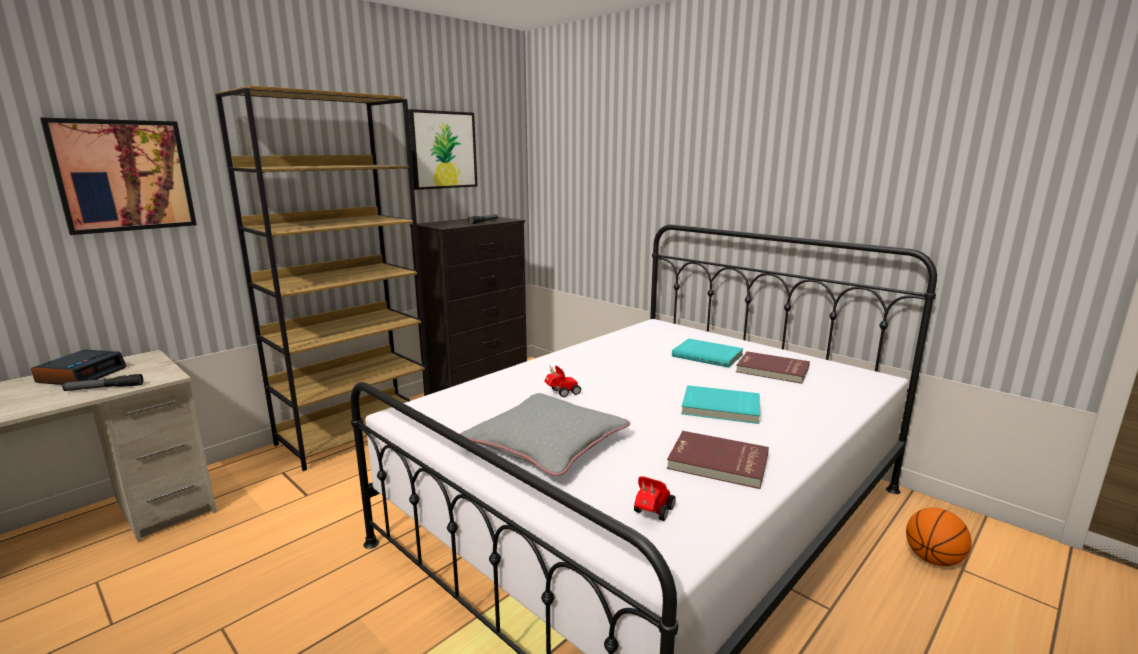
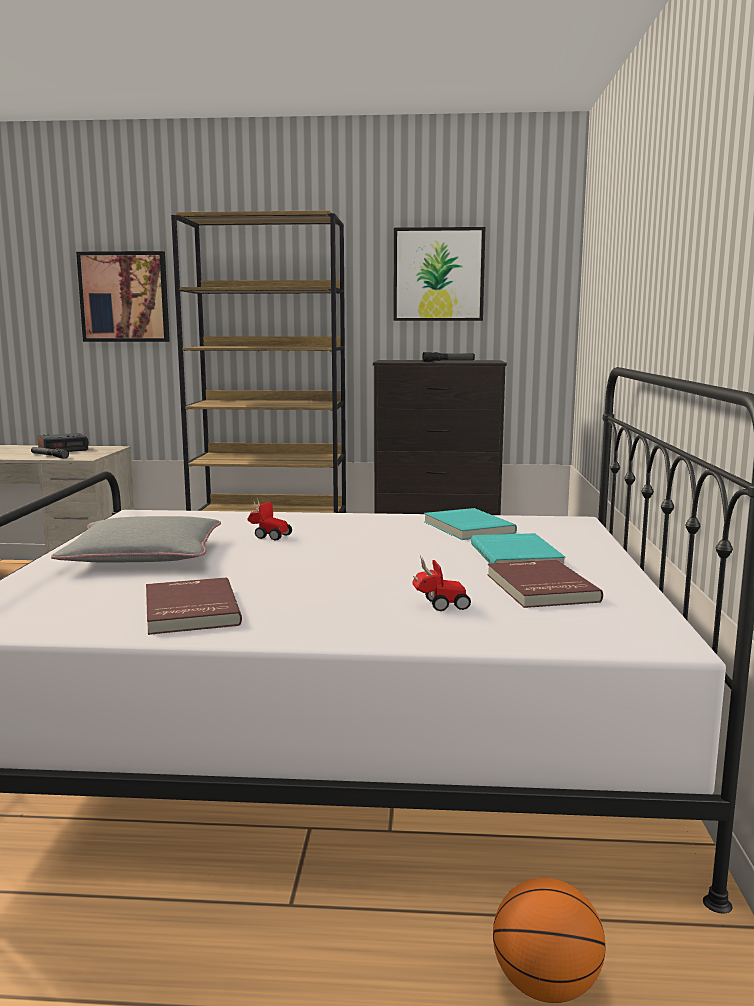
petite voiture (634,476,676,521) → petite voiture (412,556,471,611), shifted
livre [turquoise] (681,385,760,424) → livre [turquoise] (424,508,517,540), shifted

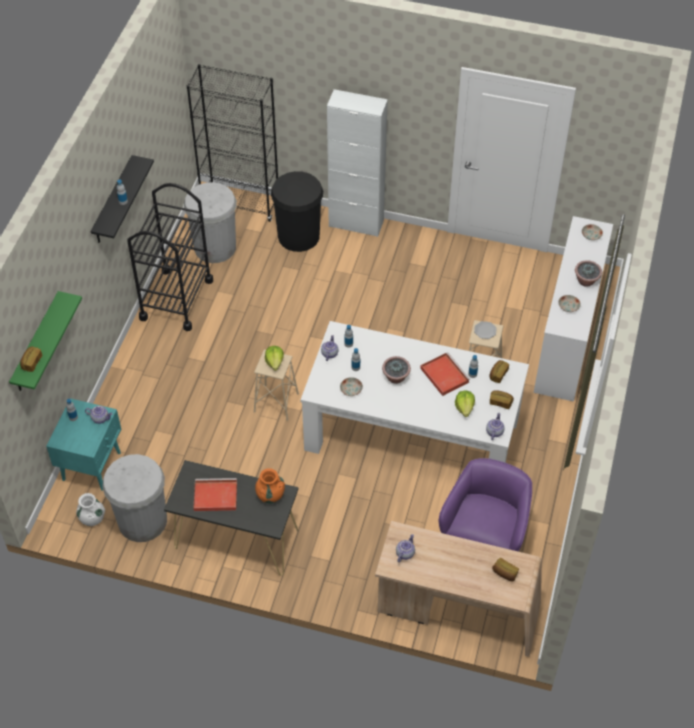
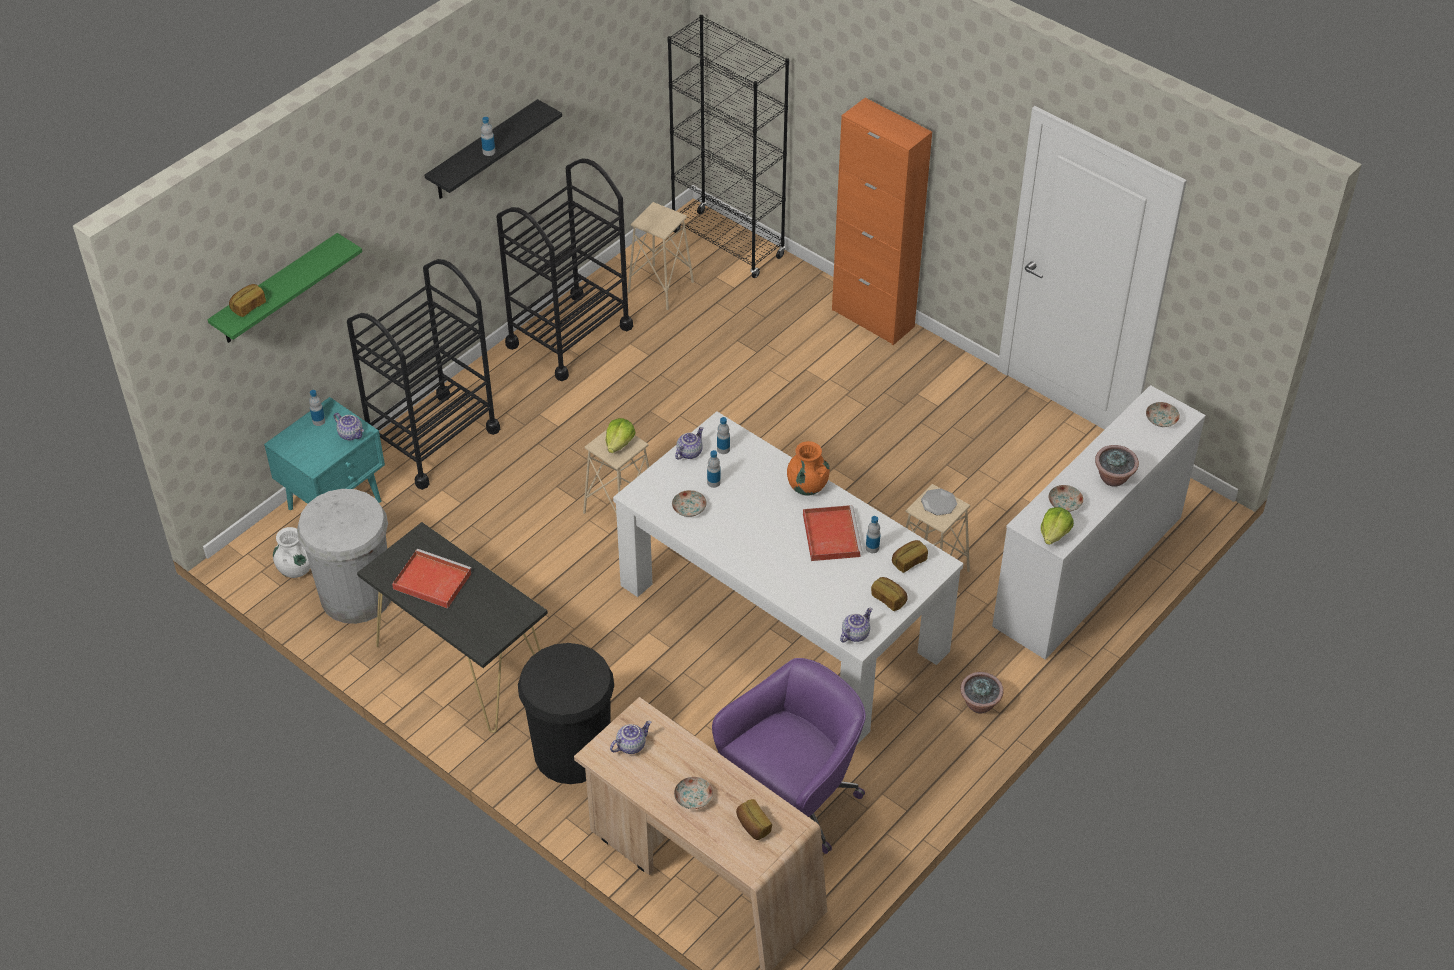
- → chariot [noir] (347,259,500,490)
poubelle [noir] (271,171,323,252) → poubelle [noir] (518,643,614,784), shifted
poubelle [blanc] (184,182,237,263) → tabouret [beige] (628,202,694,310)
- → assiette (674,777,713,809)
vase [orange] (255,468,285,504) → vase [orange] (787,441,830,496), shifted
meuble de rangement [blanc] (327,89,388,237) → meuble de rangement [orange] (832,98,932,345)
plante en pot (382,356,411,384) → plante en pot (960,672,1004,713), shifted
laitue (455,390,475,417) → laitue (1041,507,1074,545), shifted

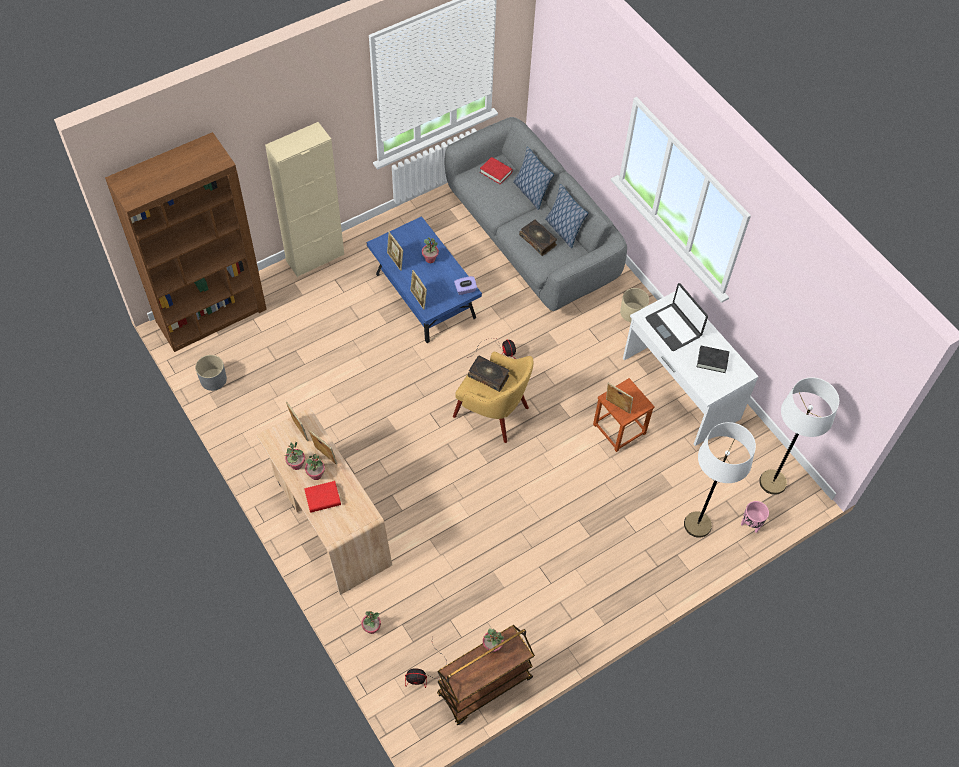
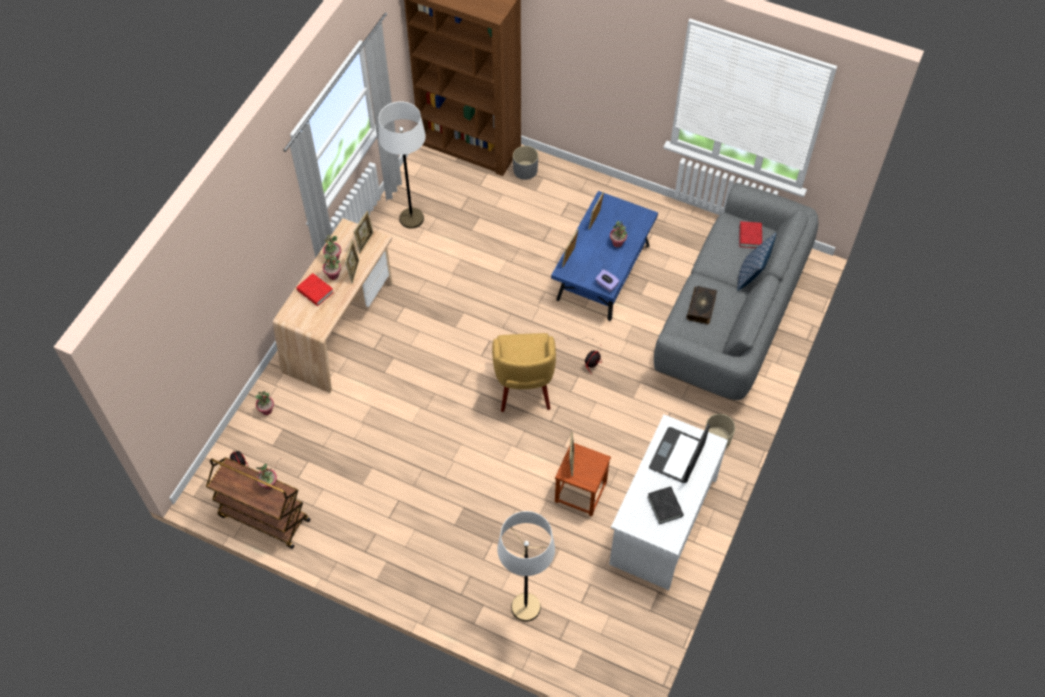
lampadaire [blanc] (759,377,839,495) → lampadaire [blanc] (378,101,426,229), shifted
cache-pot [gris] (195,355,227,391) → cache-pot [gris] (513,146,538,180), shifted
meuble de rangement [beige] (265,122,344,277) → -
livre (468,356,509,392) → -
coussin (545,184,588,248) → -
cache-pot [rose] (741,501,769,533) → -

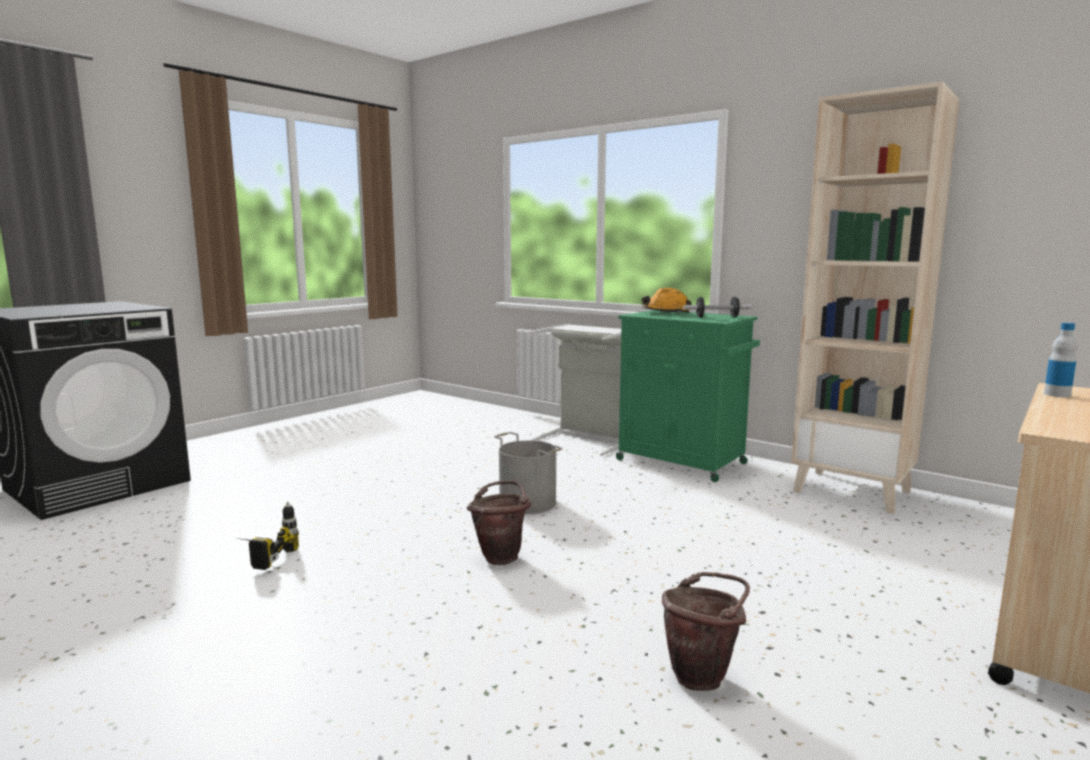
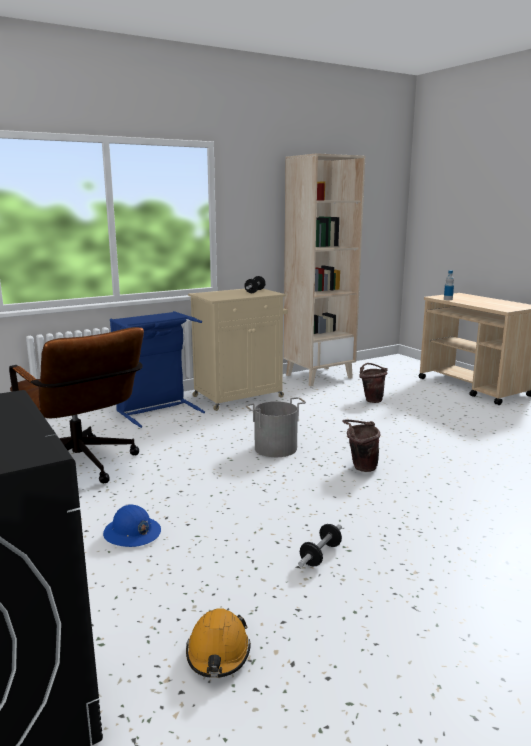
- → chaise de bureau [marron] (9,327,144,483)
- → casque de chantier [bleu] (103,504,161,547)
panier à linge [gris] (530,324,621,456) → panier à linge [bleu] (110,311,205,428)
casque de chantier [orange] (642,288,692,313) → casque de chantier [orange] (186,608,251,678), shifted
meuble de rangement [vert] (616,310,760,482) → meuble de rangement [beige] (188,289,288,411)
perceuse (236,501,299,570) → haltère (298,524,342,567)
seau [marron] (662,572,750,691) → seau [marron] (359,363,388,403), shifted

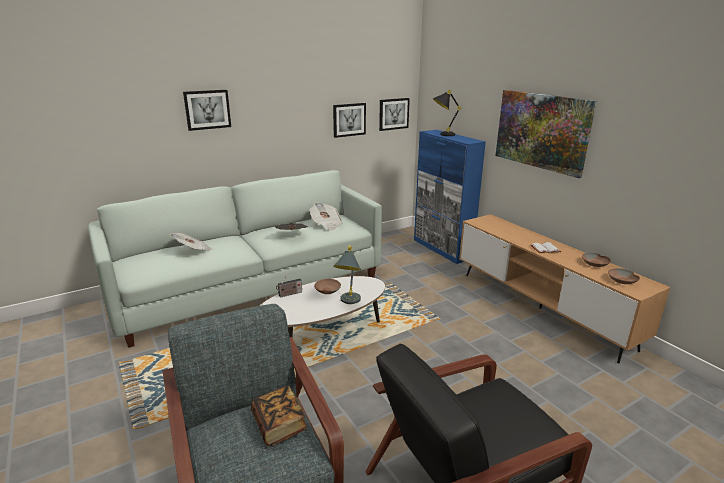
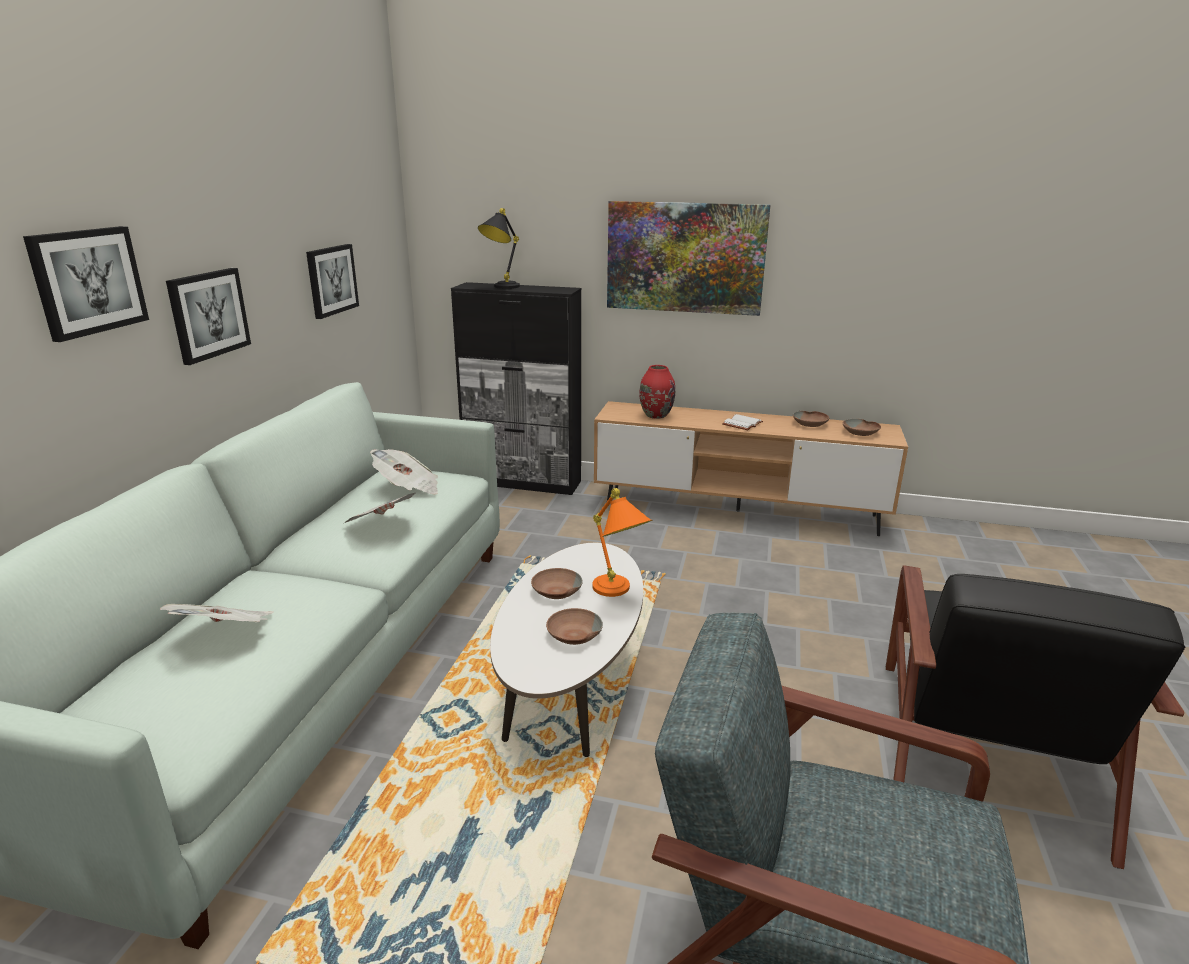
tableau (379,98,410,131) → tableau (166,268,251,365), shifted
meuble de rangement [bleu] (414,130,486,264) → meuble de rangement [noir] (451,282,581,495)
- → bol [marron] (546,608,603,645)
lampe de table [gris] (333,246,361,304) → lampe de table [orange] (592,488,652,597)
- → vase [rouge] (639,365,675,419)
livre (251,386,307,447) → -
radio (276,277,302,298) → -

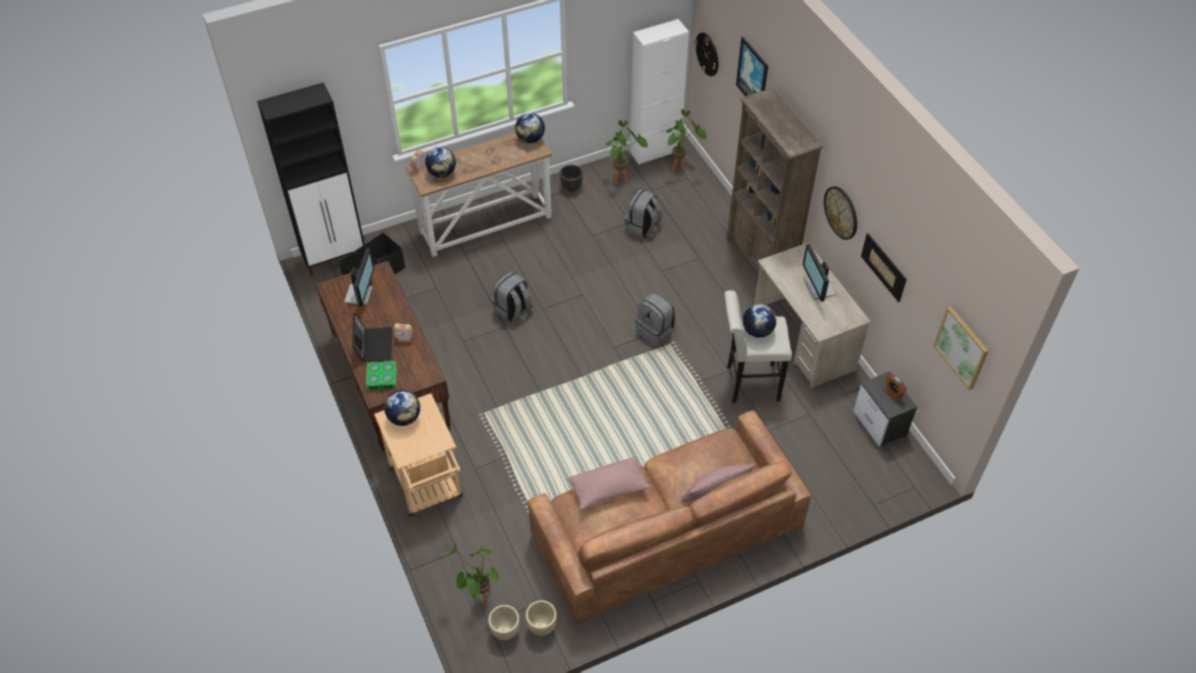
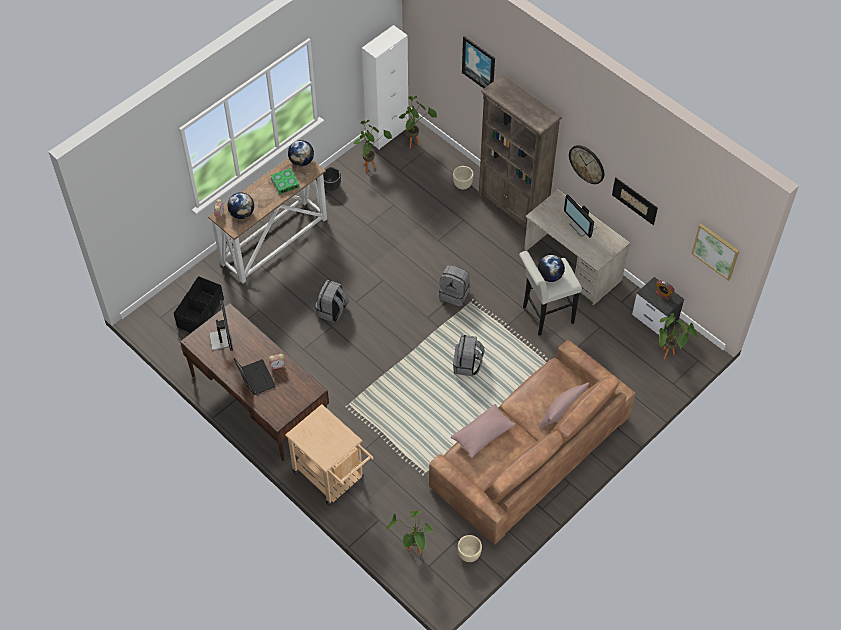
livre (366,361,397,391) → livre (271,168,300,195), shifted
cache-pot [beige] (488,605,520,640) → cache-pot [beige] (453,166,473,190), shifted
sac à dos [gris] (625,189,662,238) → sac à dos [gris] (453,335,485,376), shifted
- → plante en pot (659,313,697,359)
meuble de rangement [noir] (257,82,365,275) → -
globe (384,390,420,426) → -
horloge murale (694,32,718,76) → -

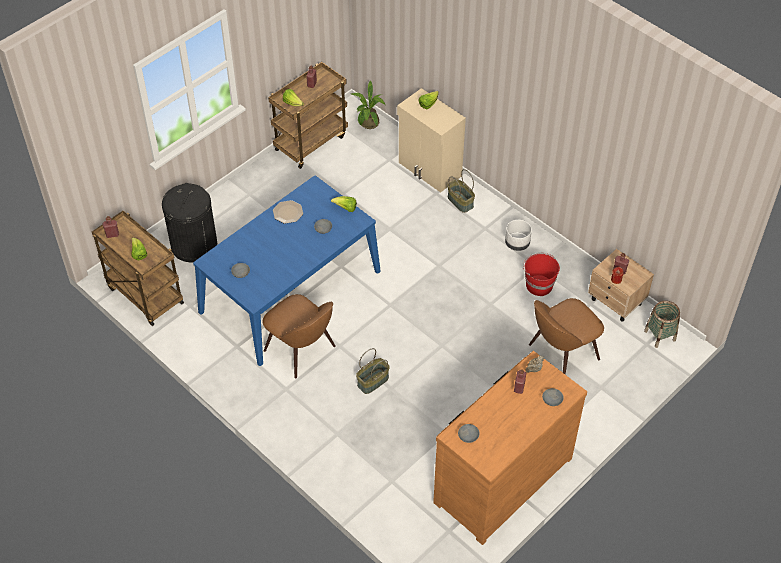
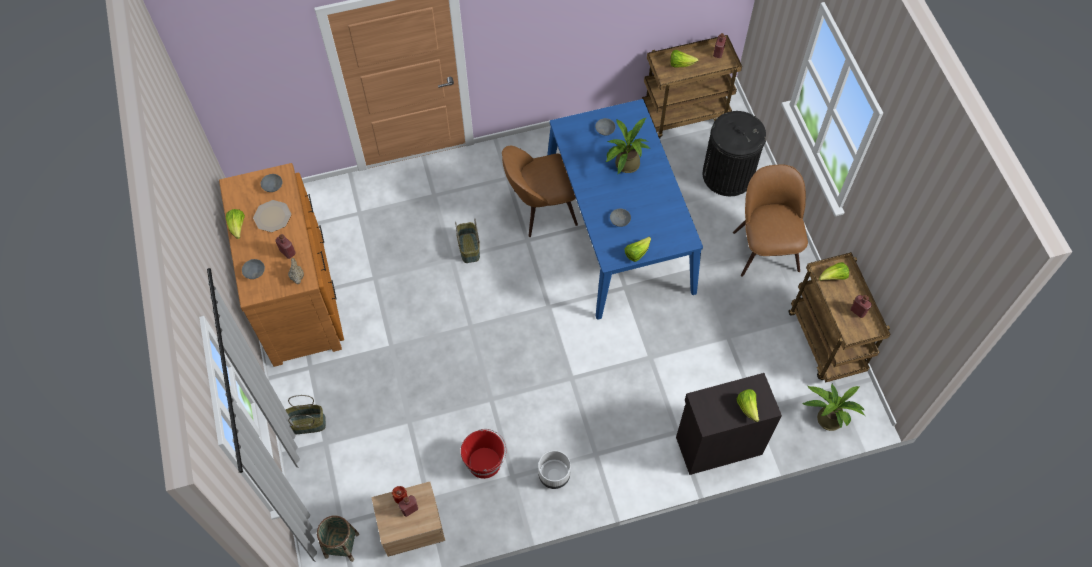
- → laitue (226,209,245,239)
assiette (273,200,303,224) → assiette (253,200,291,232), shifted
panier (447,169,475,213) → panier (286,395,326,434), shifted
- → plante en pot (606,118,650,174)
meuble de rangement [beige] (397,88,466,193) → meuble de rangement [noir] (676,373,782,475)
chaise [marron] (529,298,604,374) → chaise [marron] (733,165,808,277), shifted

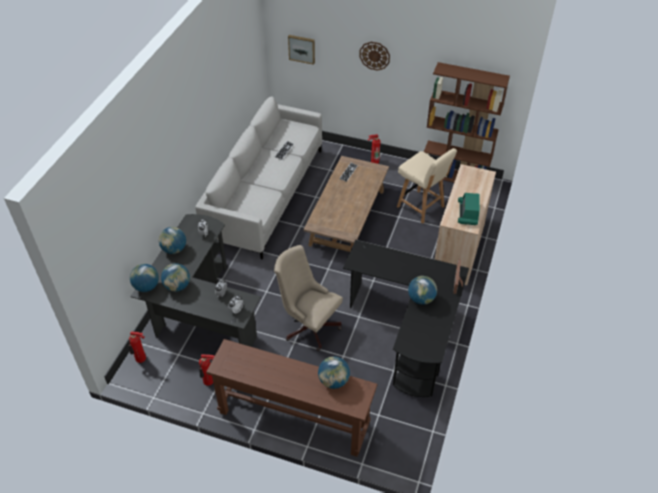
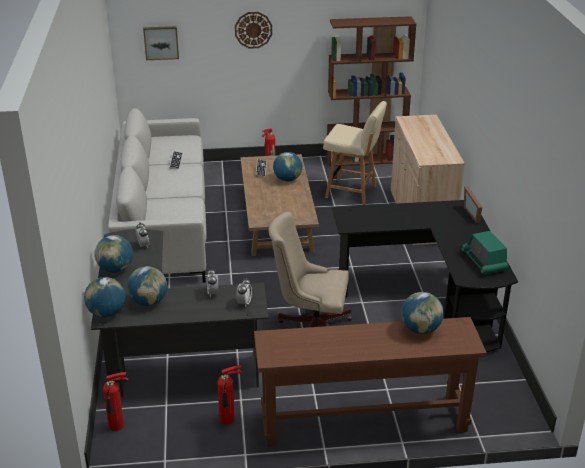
globe (408,276,437,305) → globe (273,152,302,181), shifted
radio (458,193,480,225) → radio (461,231,509,275), shifted

